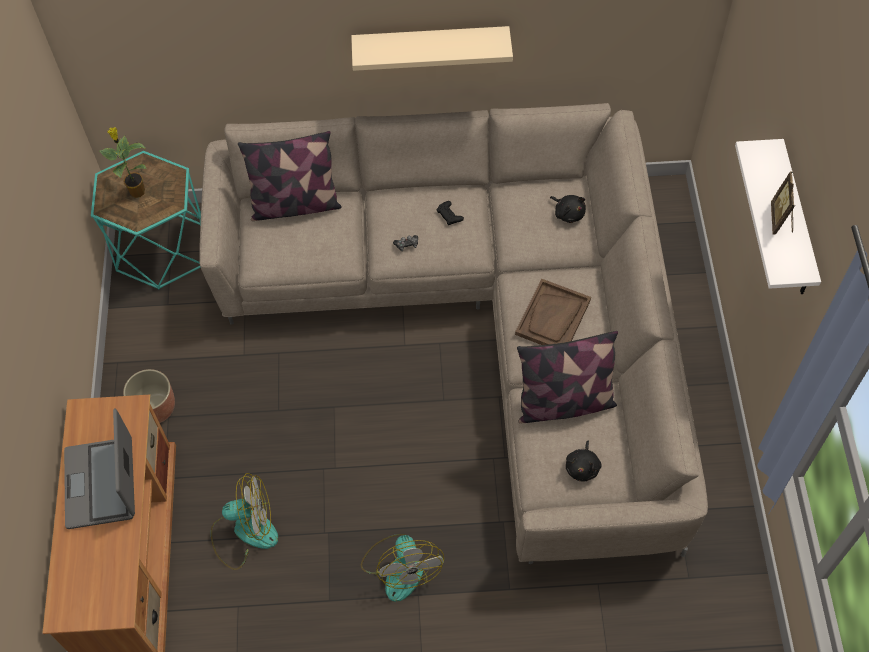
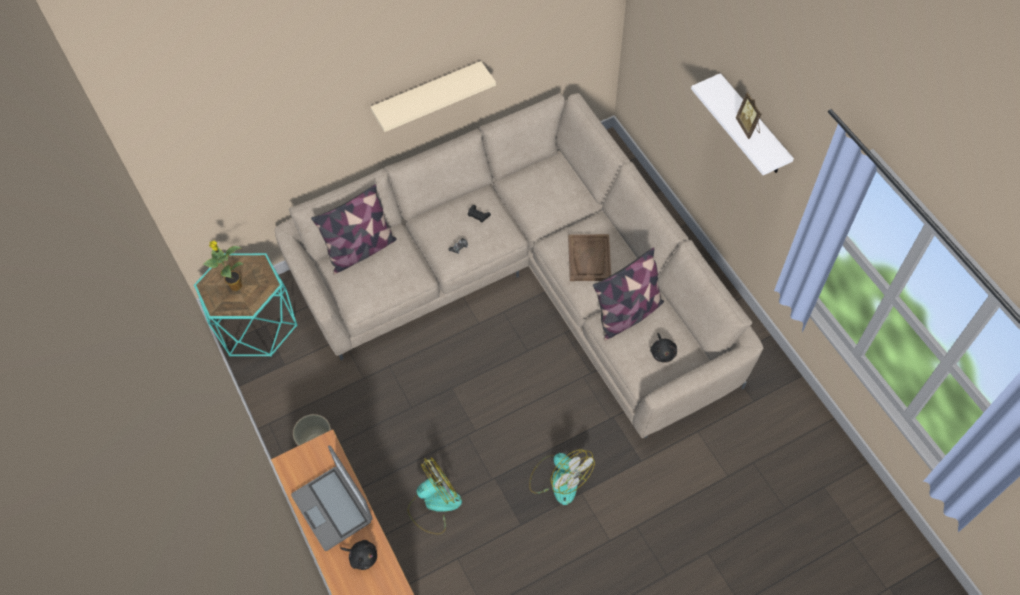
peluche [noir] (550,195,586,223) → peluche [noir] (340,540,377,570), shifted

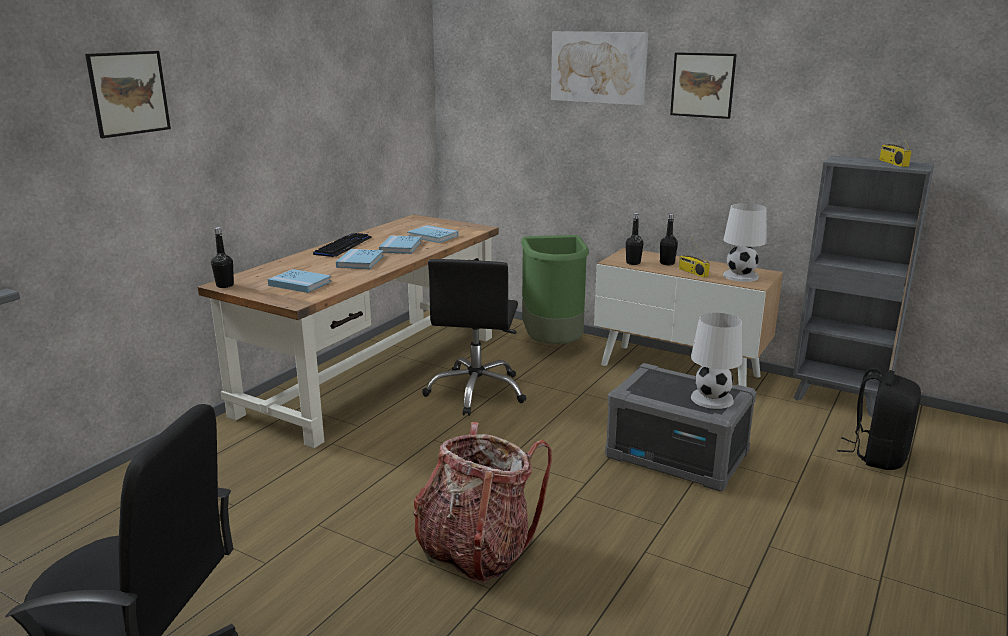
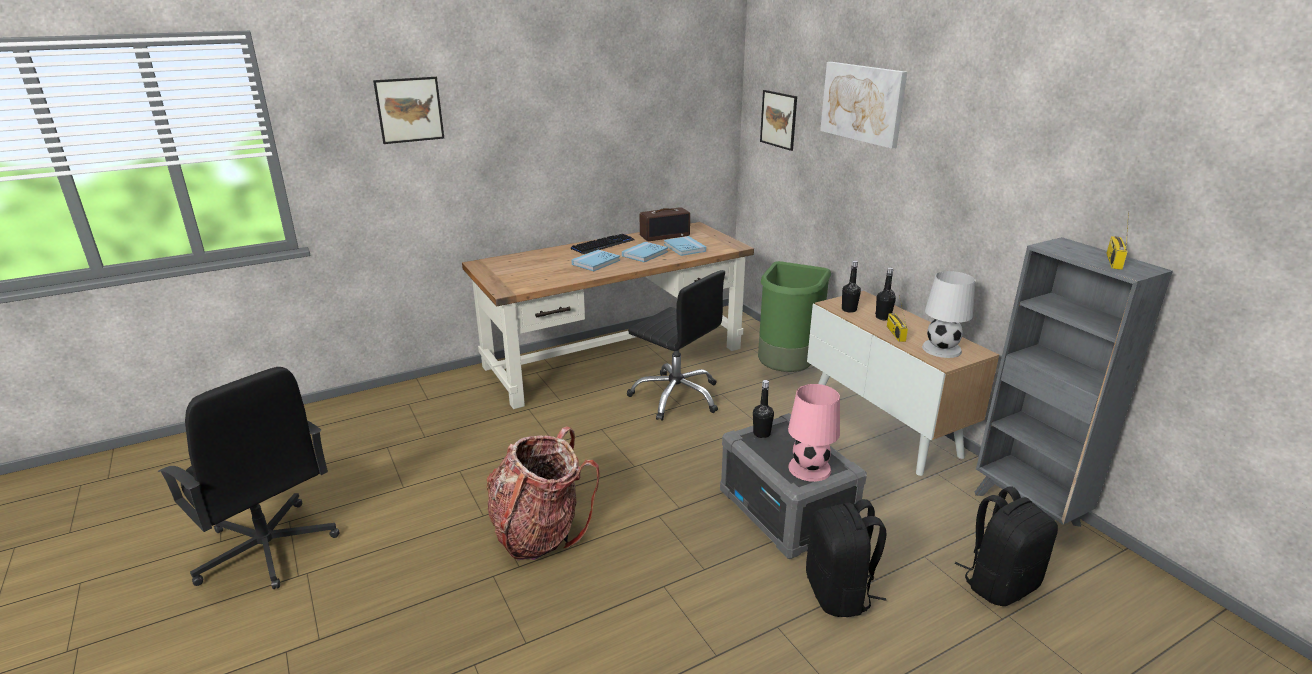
chaise de bureau [noir] (422,259,526,416) → chaise de bureau [noir] (627,270,725,421), 90 degrees counterclockwise
- → radio (640,207,690,241)
bouteille [noir] (211,227,234,288) → bouteille [noir] (753,380,774,438), shifted
tableau (670,52,737,119) → tableau (760,90,797,151), shifted
lampe de table [blanc] (691,313,742,409) → lampe de table [rose] (788,384,840,482)
- → sac à dos [noir] (806,499,886,617)
livre [bleu] (268,269,332,293) → -

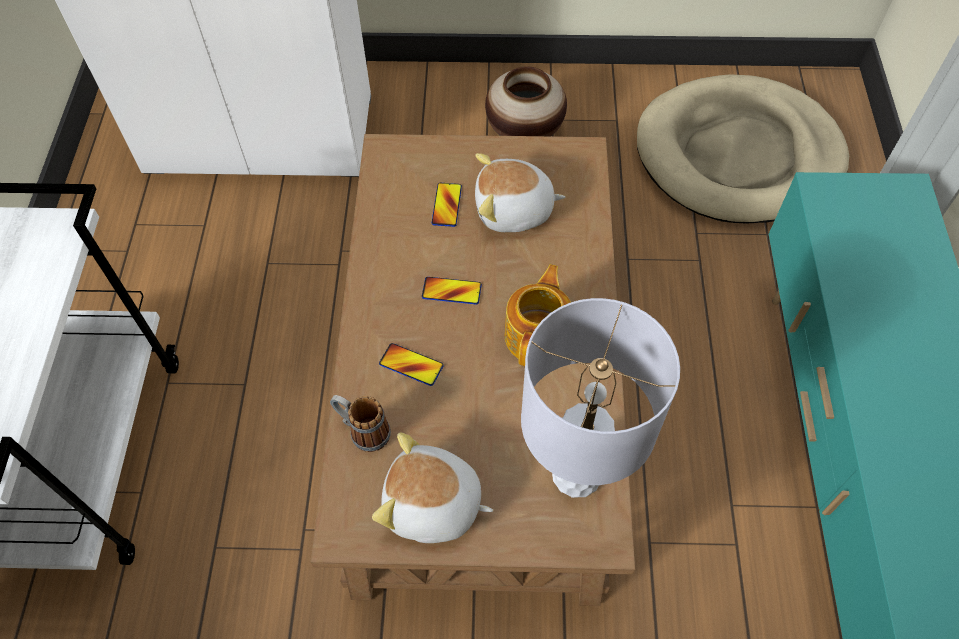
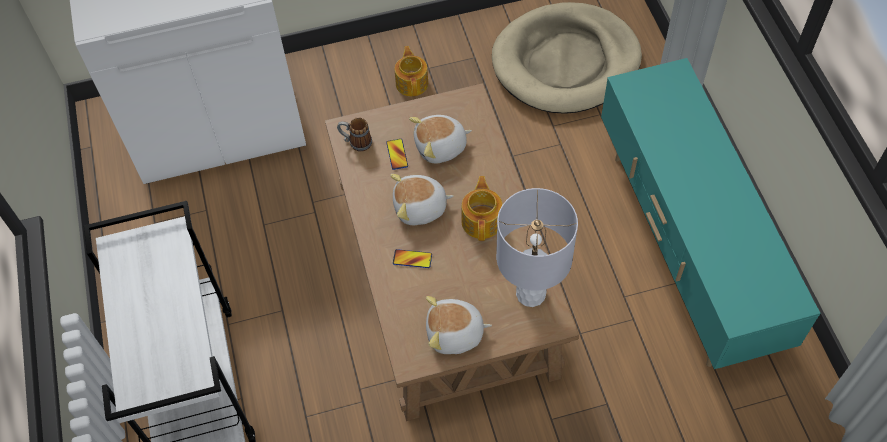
mug (330,395,391,452) → mug (337,117,372,151), shifted
téléphone (422,277,482,304) → peluche (390,174,454,225)
vase (485,66,567,136) → théière (395,46,428,97)

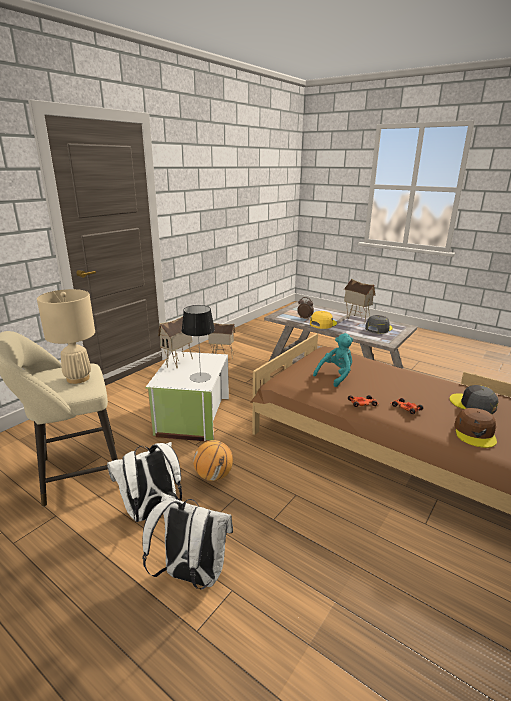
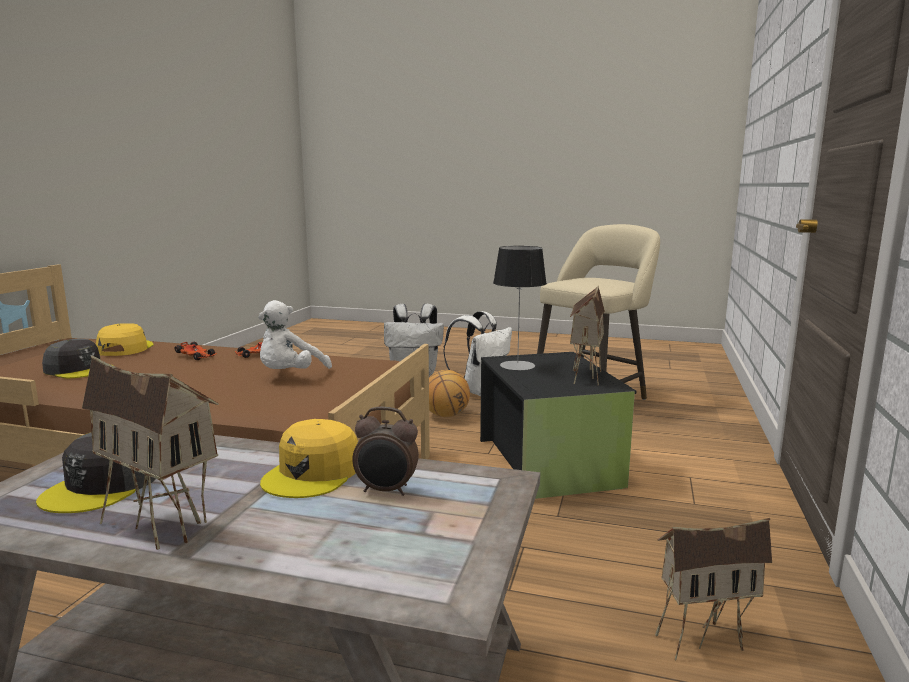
casquette [marron] (454,408,497,448) → casquette [jaune] (96,323,154,356)
peluche [turquoise] (313,333,353,387) → peluche [blanc] (258,300,332,369)
boîte de rangement [blanc] (146,351,229,441) → boîte de rangement [noir] (480,352,636,499)
lampe de table [beige] (37,289,95,384) → -

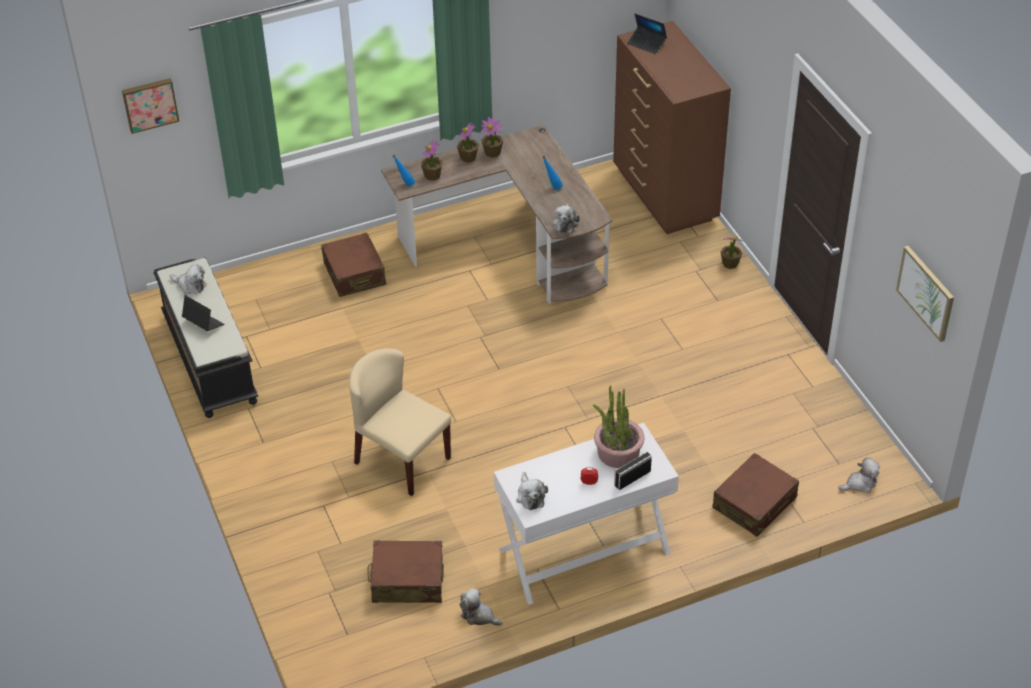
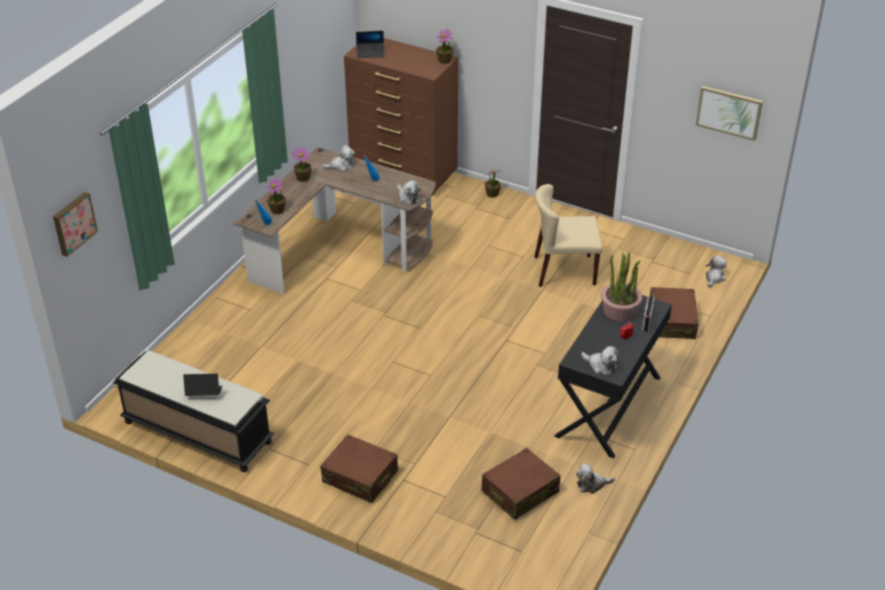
valise [marron] (321,233,386,297) → valise [marron] (320,434,398,503), shifted
peluche (170,265,207,295) → peluche (322,145,355,172), shifted
plante en pot (457,122,479,163) → plante en pot (436,29,454,64), shifted
chaise [beige] (349,348,451,496) → chaise [beige] (534,184,602,287), shifted
table console [blanc] (494,423,679,605) → table console [noir] (554,295,672,458)

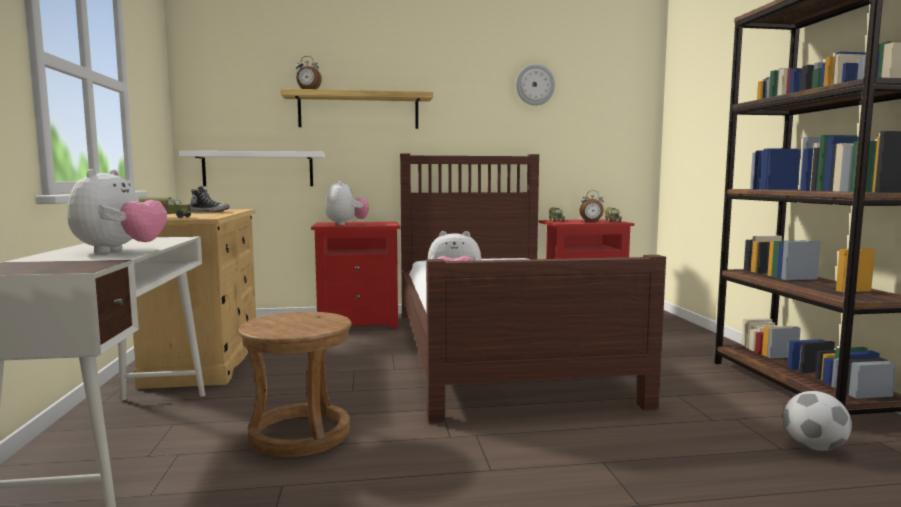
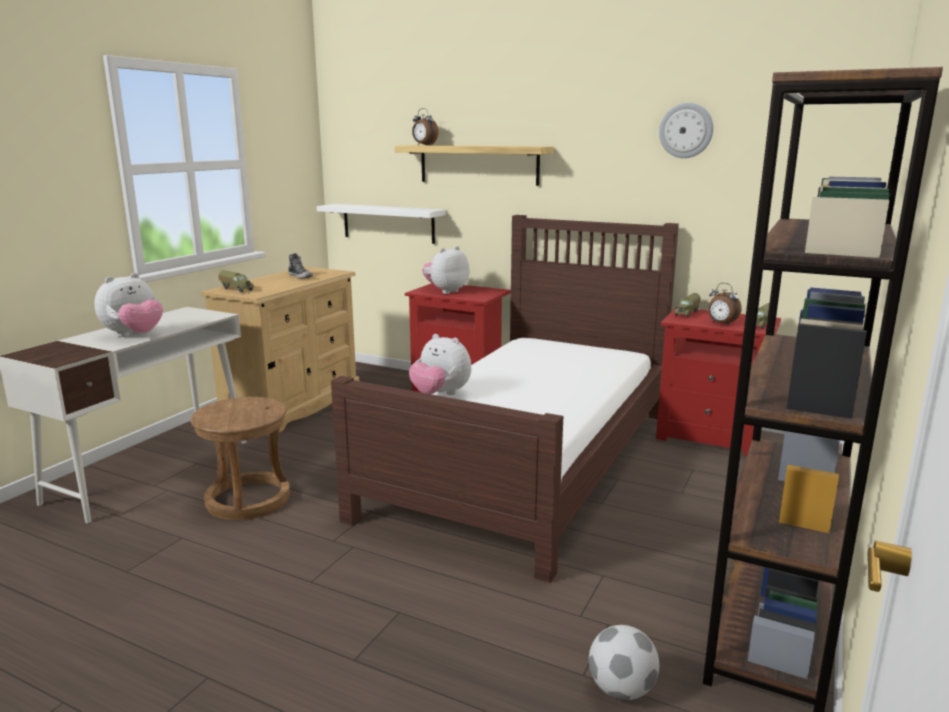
peluche (326,181,369,225) → peluche (422,246,470,294), 150 degrees counterclockwise

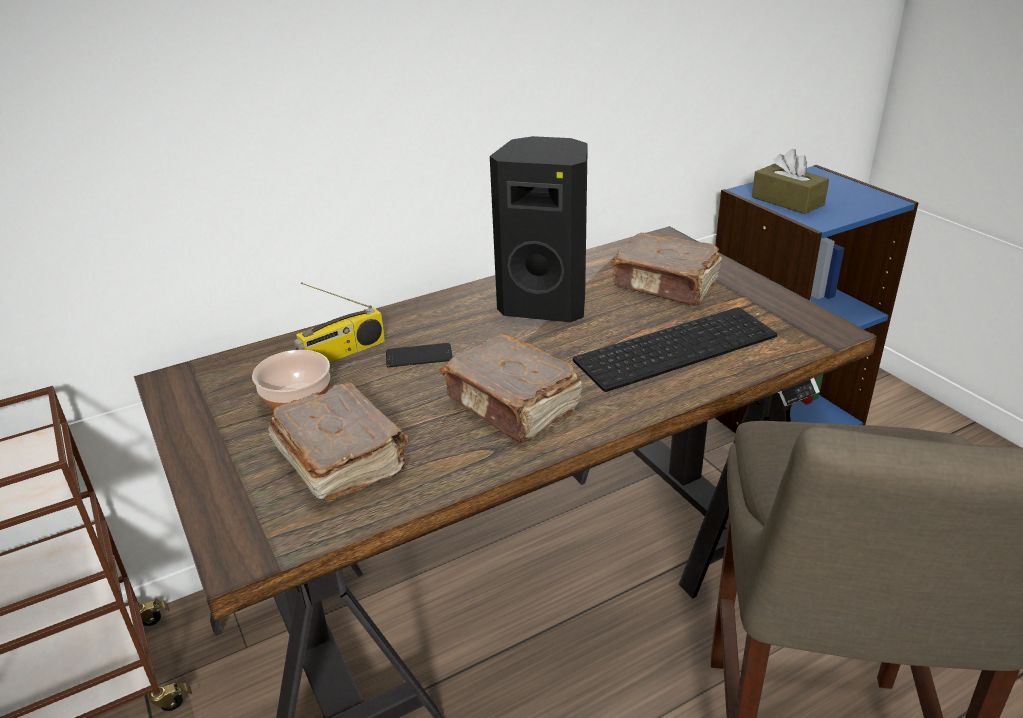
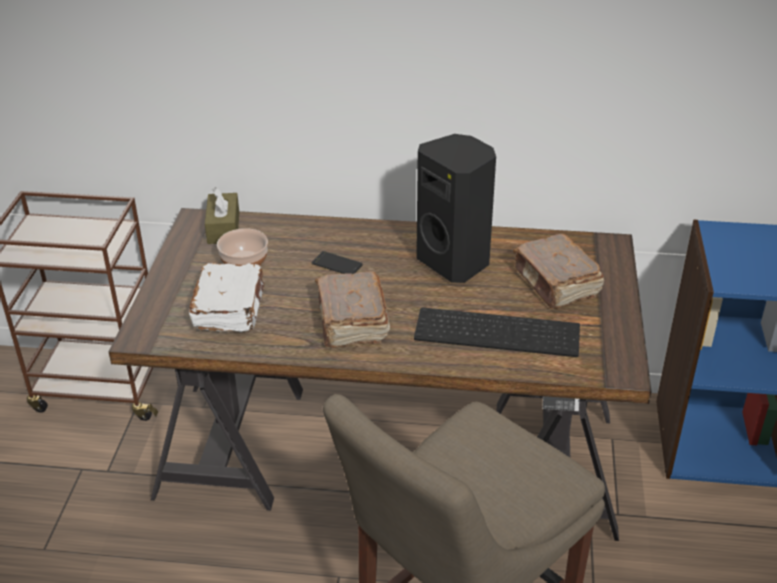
livre [marron] (268,382,409,502) → livre [blanc] (189,263,264,332)
boîte à mouchoirs [marron] (752,149,829,214) → boîte à mouchoirs [marron] (205,187,239,244), shifted
radio (294,282,385,363) → -

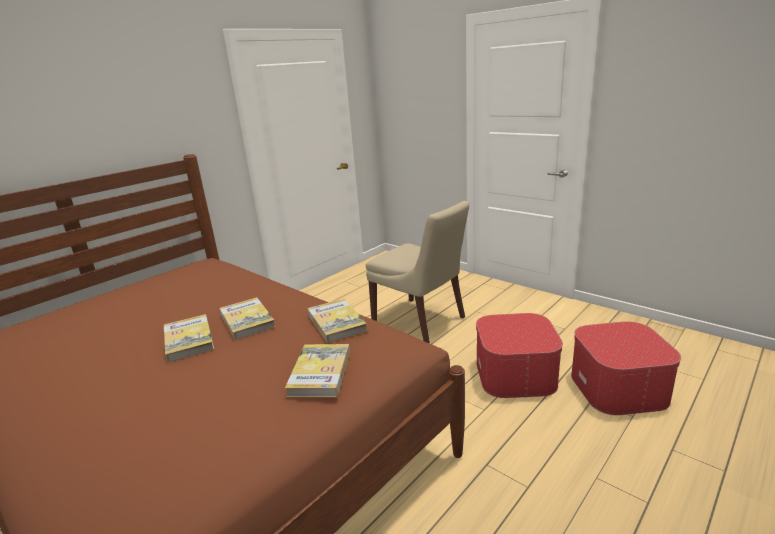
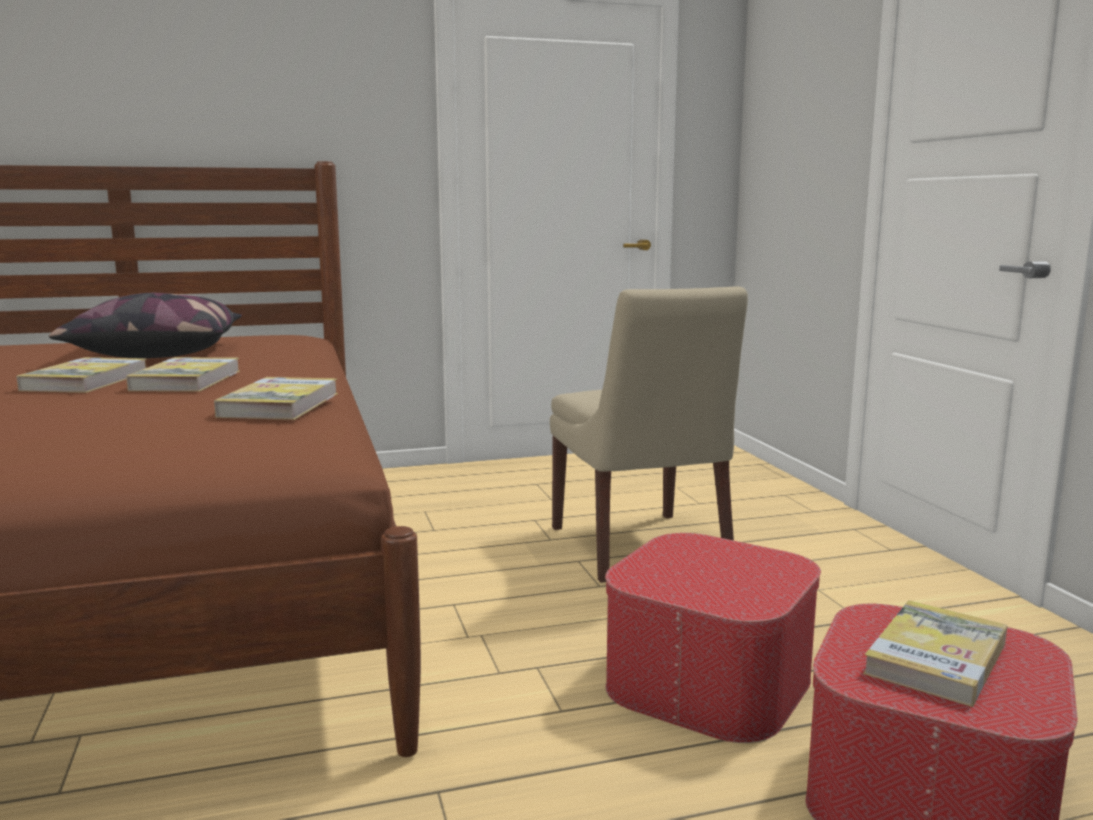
- → coussin (49,293,242,358)
livre (285,344,350,397) → livre (863,600,1008,707), shifted

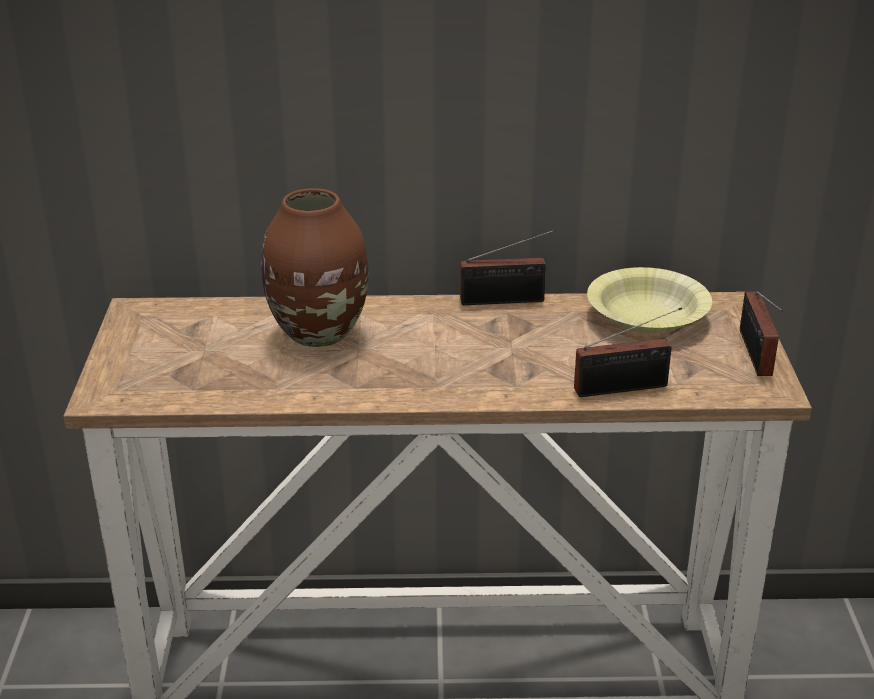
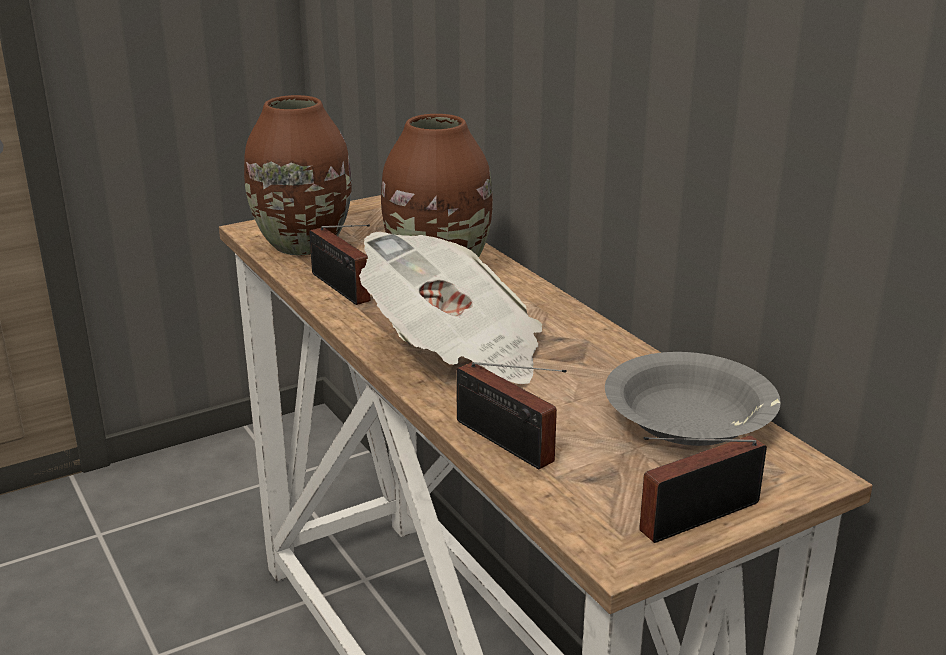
- → vase [marron] (244,95,352,255)
radio (460,229,556,305) → radio (309,224,371,305), shifted
- → journal (359,232,542,384)
bol [jaune] (587,267,712,334) → bol [gris] (605,352,781,446)

